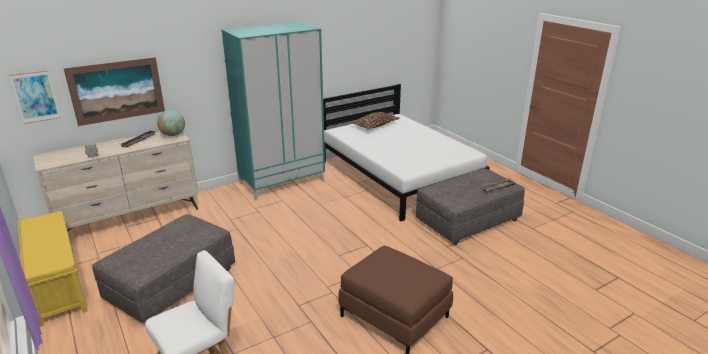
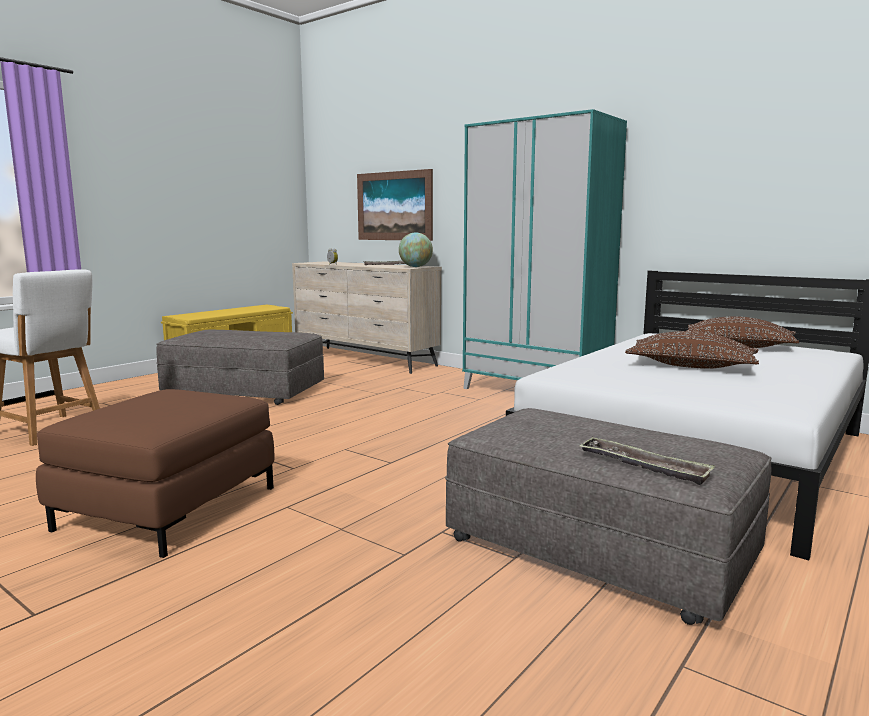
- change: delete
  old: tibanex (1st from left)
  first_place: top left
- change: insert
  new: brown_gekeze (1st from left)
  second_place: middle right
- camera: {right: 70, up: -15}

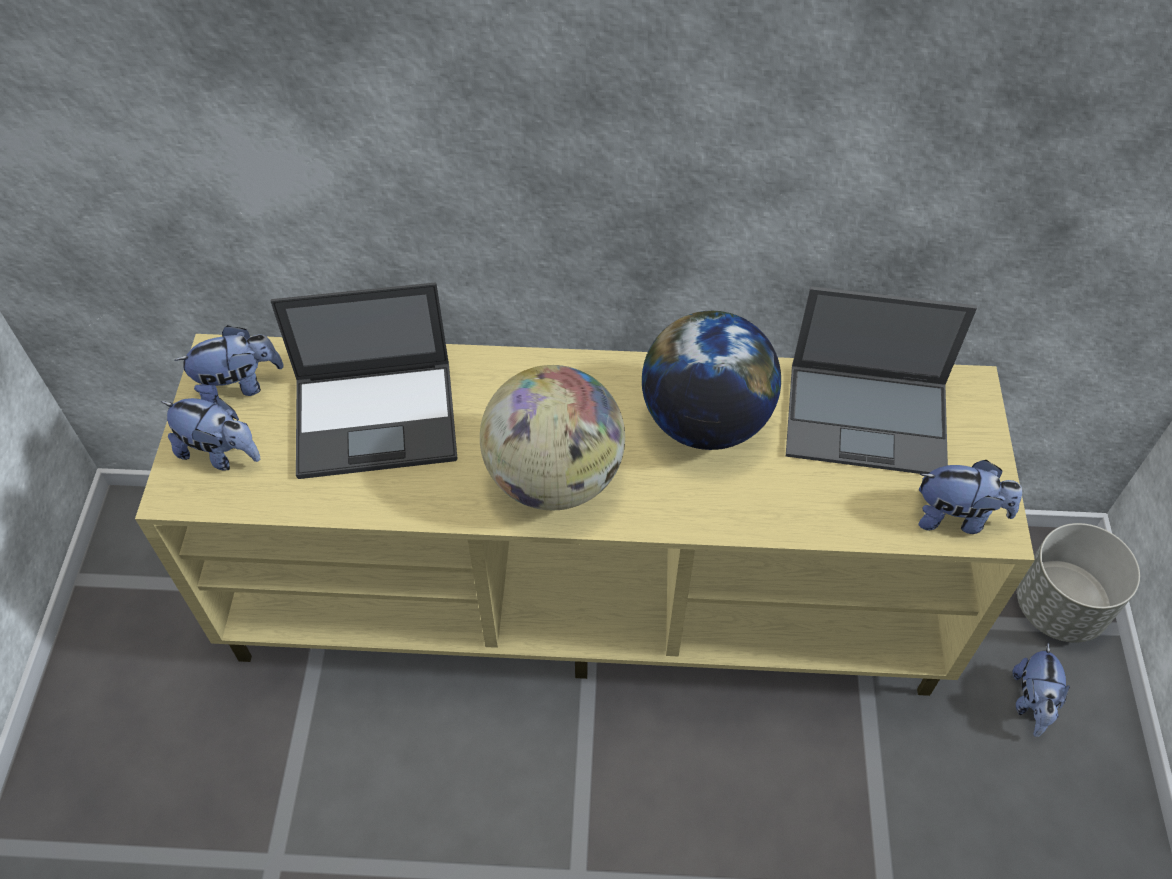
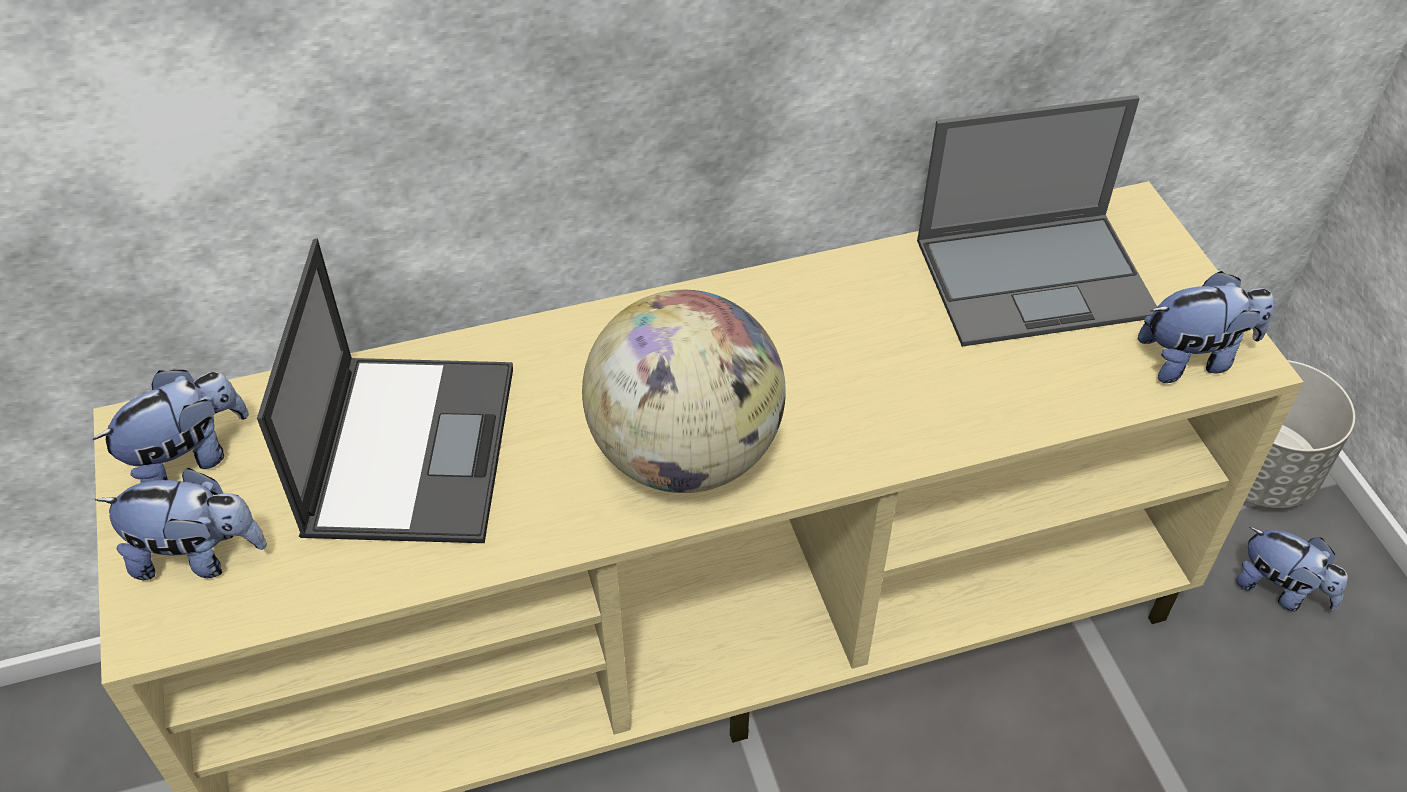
- change: rotate
  old: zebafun (1st from left)
  first_place: middle left
  second_place: middle left
  degrees: -60
- change: delete
  old: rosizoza (2nd from left)
  first_place: centre
- change: rotate
  old: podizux (4th from left)
  first_place: bottom right
  second_place: bottom right
  degrees: -45
- camera: {right: -20, up: -5}

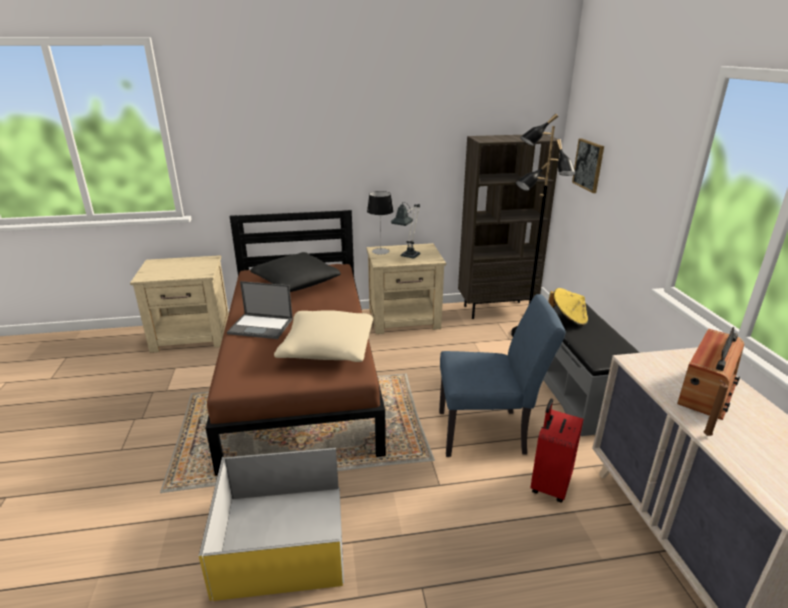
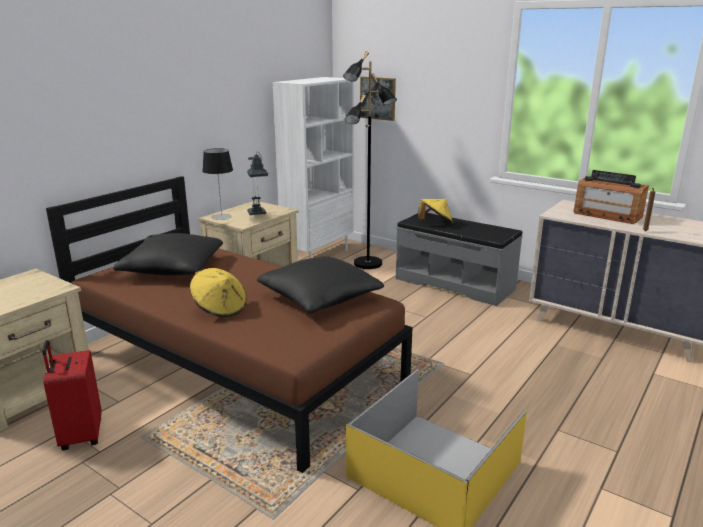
- change: replace
  old: zebafun
  new: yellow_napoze (1st from left)
  first_place: middle left
  second_place: middle left
- change: recolor
  old: beige_gekeze
  new: black_gekeze (2nd from left)
  first_place: centre
  second_place: centre
- change: delete
  old: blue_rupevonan
  first_place: centre
- change: recolor
  old: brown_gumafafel
  new: white_gumafafel
  first_place: centre
  second_place: top centre
- change: move
  old: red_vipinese
  first_place: bottom right
  second_place: bottom left
- change: rotate
  old: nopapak
  first_place: middle right
  second_place: middle right
  degrees: 135
- camera: {right: -45, up: -5}

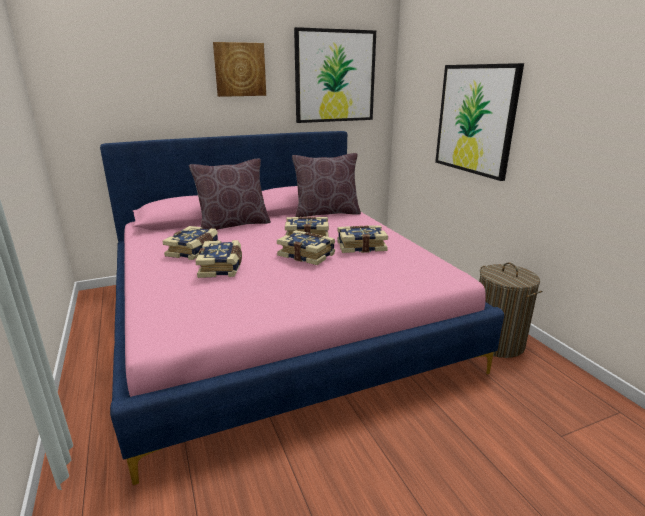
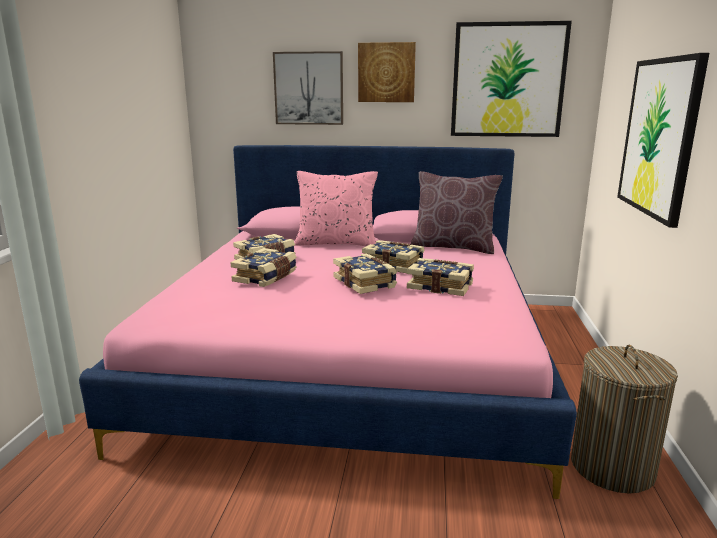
- change: recolor
  old: brown_gekeze (1st from left)
  new: pink_gekeze
  first_place: centre
  second_place: centre
- change: insert
  new: tibanex (1st from left)
  second_place: top centre
- camera: {right: 30, up: -5}

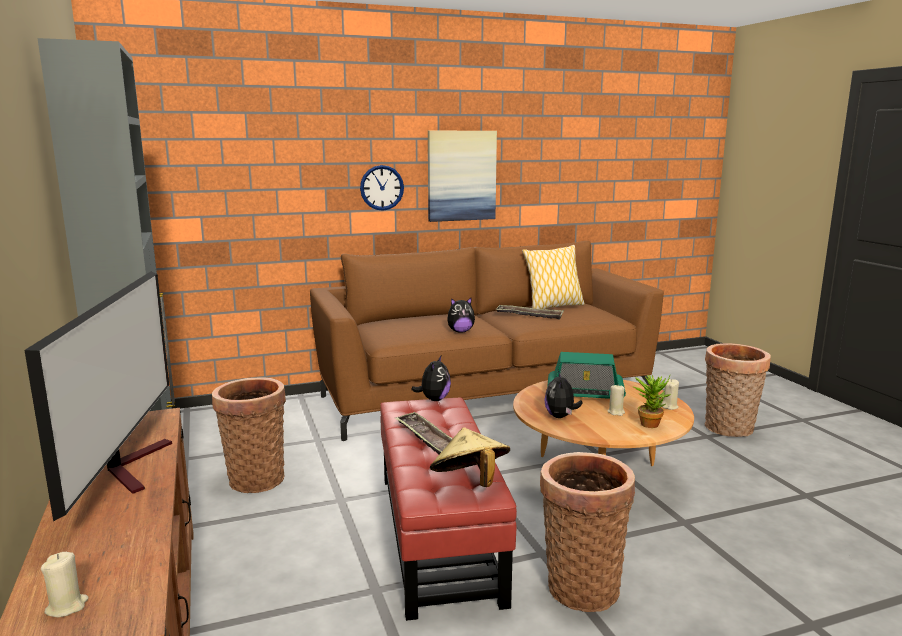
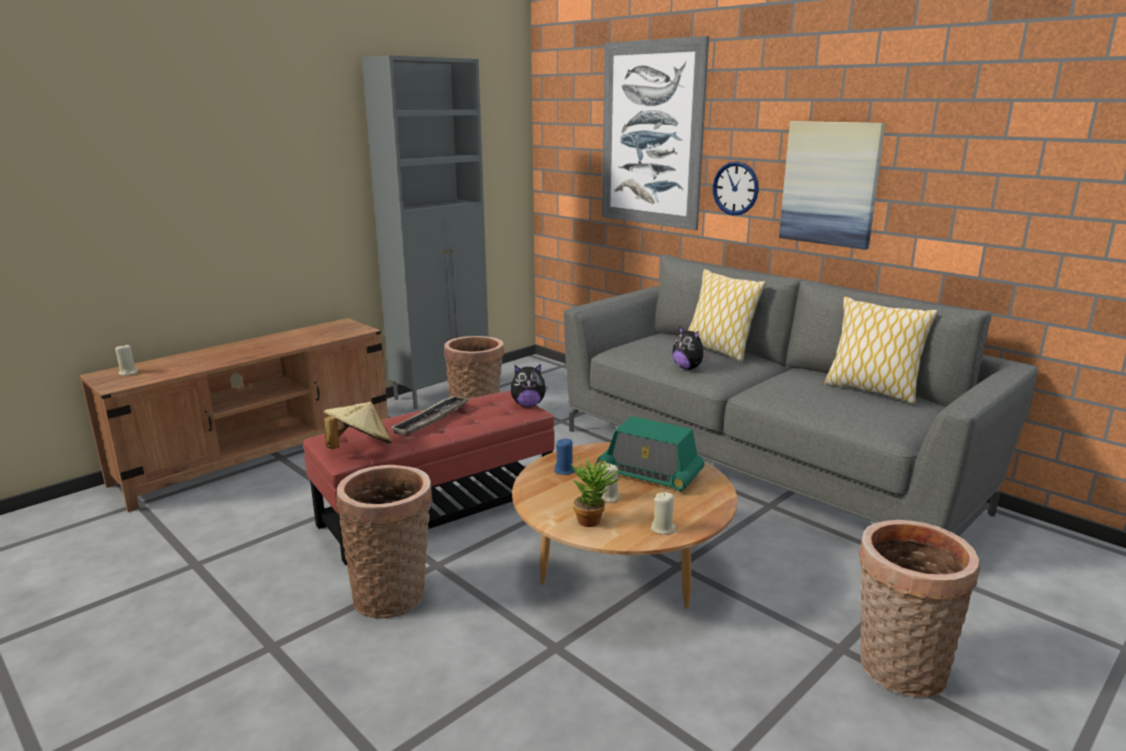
- change: delete
  old: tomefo
  first_place: middle left
- change: recolor
  old: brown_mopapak
  new: grey_mopapak
  first_place: centre
  second_place: middle right
- change: delete
  old: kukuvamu (2nd from left)
  first_place: centre
- change: replace
  old: podizux (3rd from left)
  new: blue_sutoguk
  first_place: centre
  second_place: centre
- change: rotate
  old: nopapak
  first_place: centre
  second_place: centre
  degrees: -45
- change: insert
  new: tibanex (1st from left)
  second_place: top centre
- change: insert
  new: gekeze (1st from left)
  second_place: centre
- camera: {right: 65, up: 5}

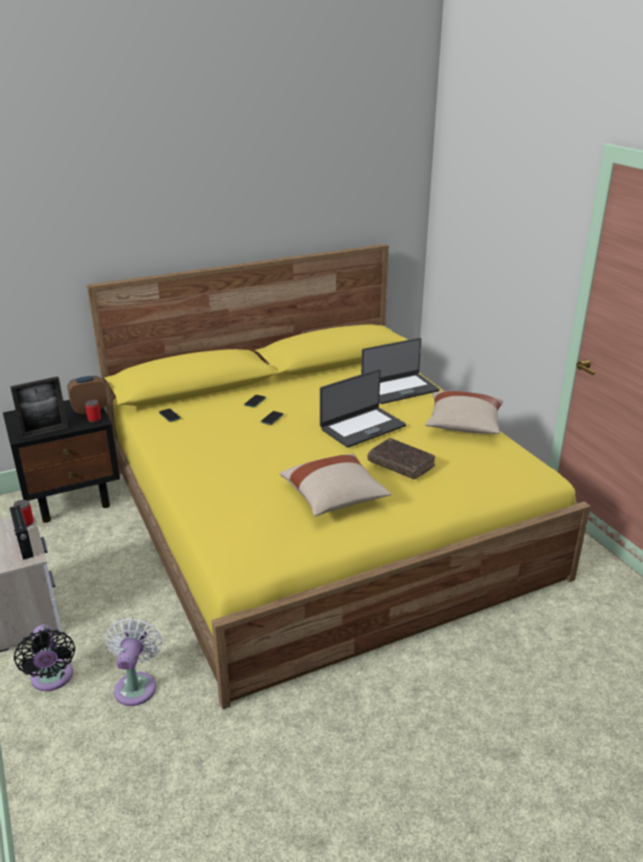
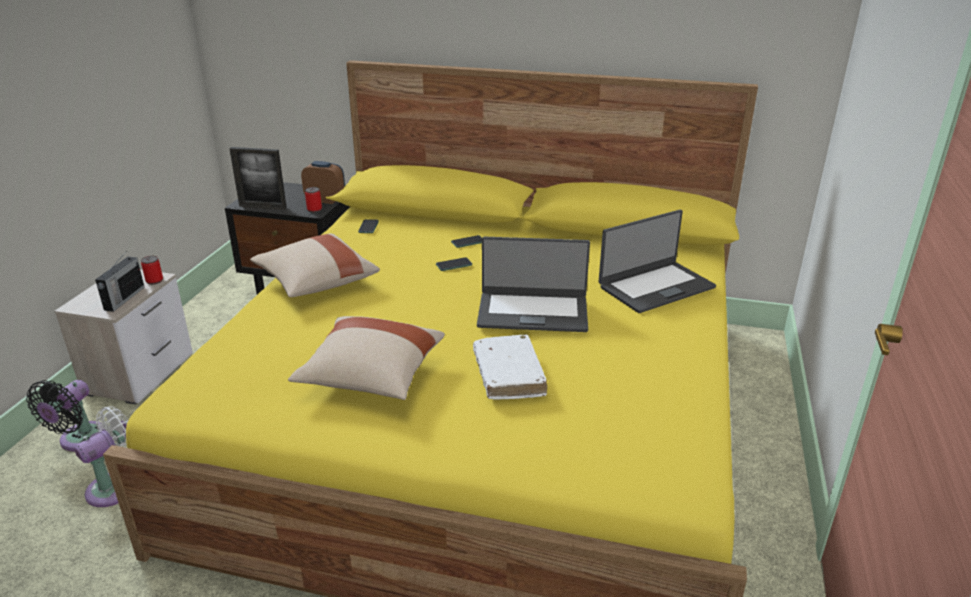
- change: rotate
  old: zebafun (2nd from left)
  first_place: centre
  second_place: middle right
  degrees: -45
- change: recolor
  old: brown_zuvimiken
  new: white_zuvimiken
  first_place: centre
  second_place: centre
- change: move
  old: beige_gekeze (2nd from left in the first image)
  new: beige_gekeze (1st from left)
  first_place: middle right
  second_place: middle left
- camera: {right: 40, up: 0}

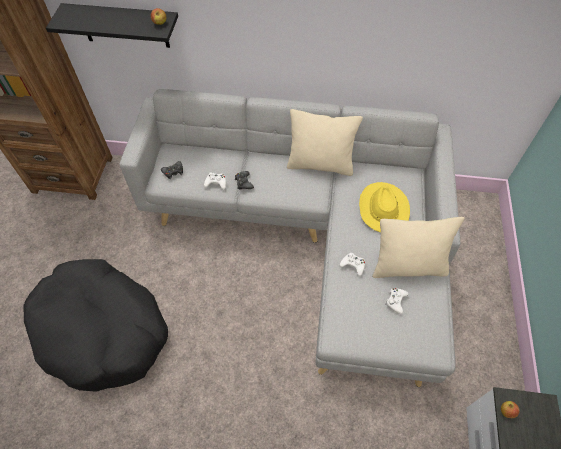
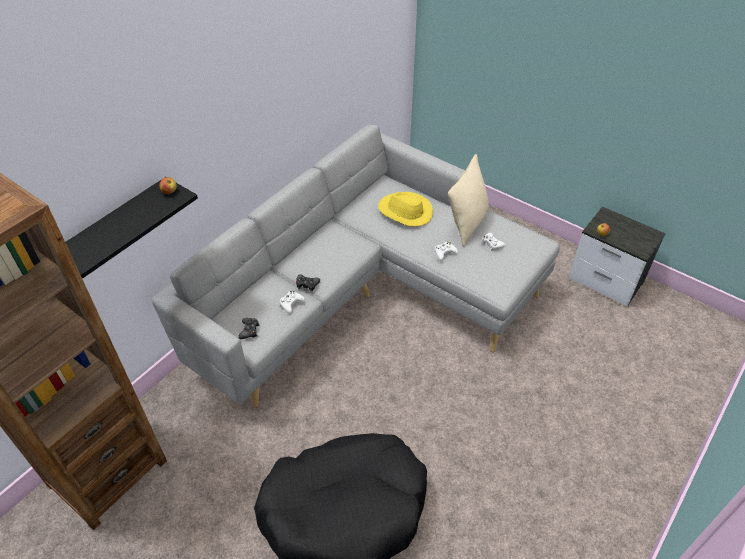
- change: delete
  old: beige_gekeze (1st from left)
  first_place: top centre
- camera: {right: -60, up: -10}

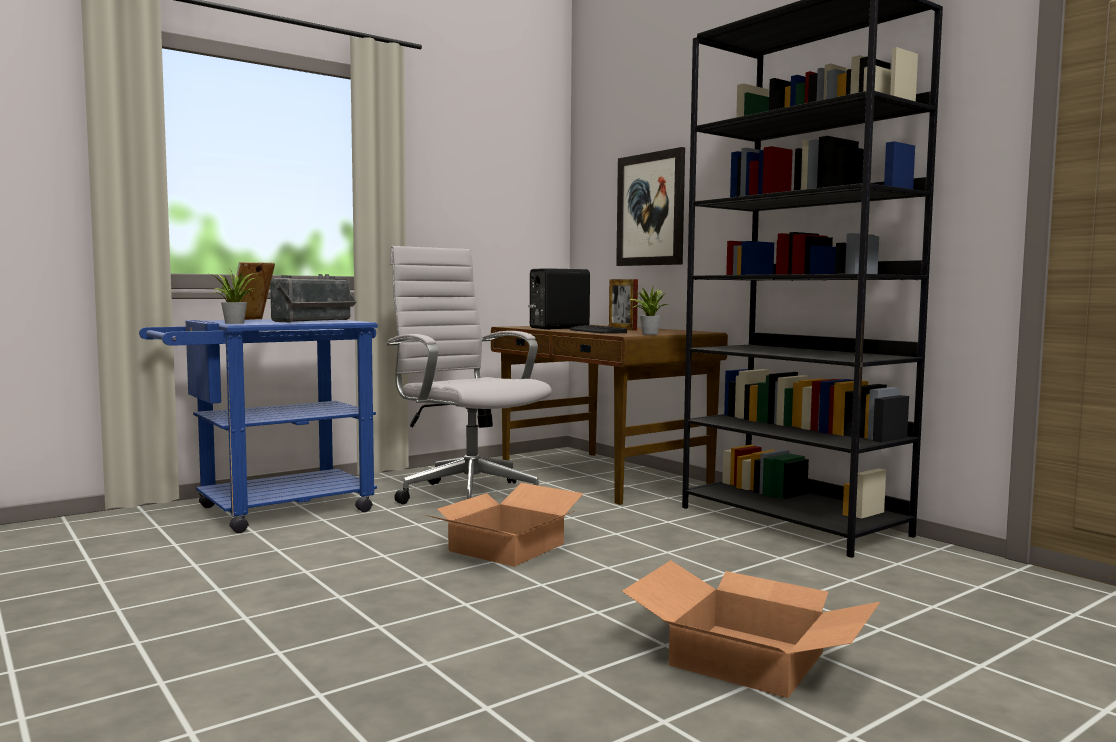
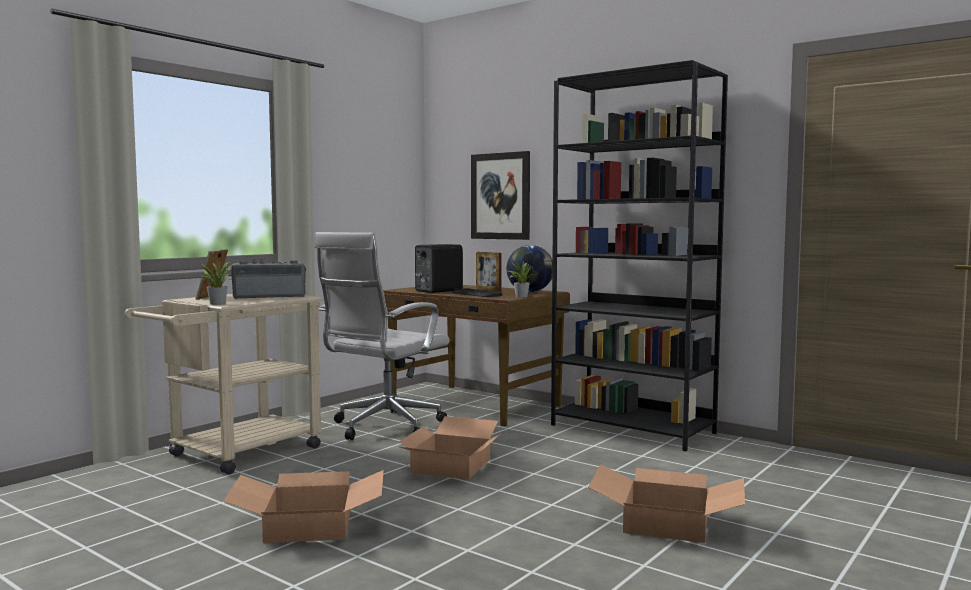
- change: recolor
  old: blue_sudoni
  new: beige_sudoni
  first_place: middle left
  second_place: middle left
- change: rotate
  old: nopapak
  first_place: middle left
  second_place: middle left
  degrees: -120
- change: rotate
  old: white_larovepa
  first_place: centre
  second_place: centre
  degrees: -90
- change: insert
  new: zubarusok (1st from left)
  second_place: bottom left
- change: insert
  new: rosizoza
  second_place: centre
- camera: {right: -15, up: 0}

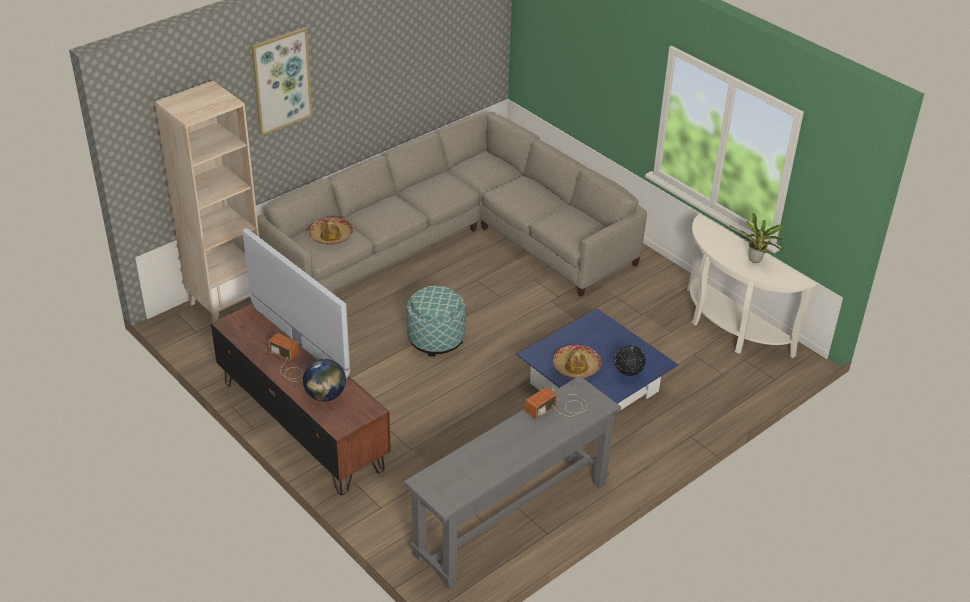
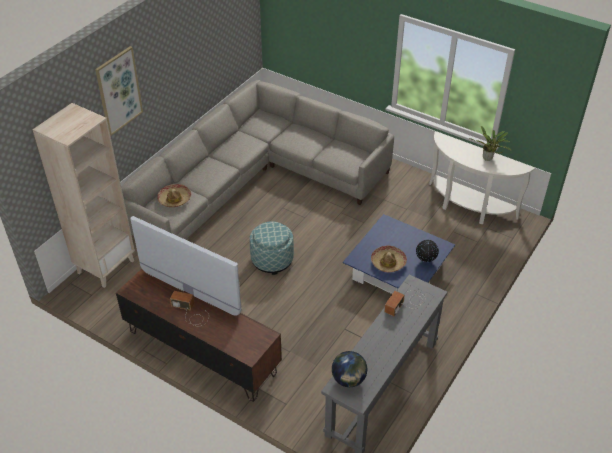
- change: move
  old: rosizoza (1st from left)
  first_place: centre
  second_place: bottom centre
- camera: {right: -15, up: 5}

